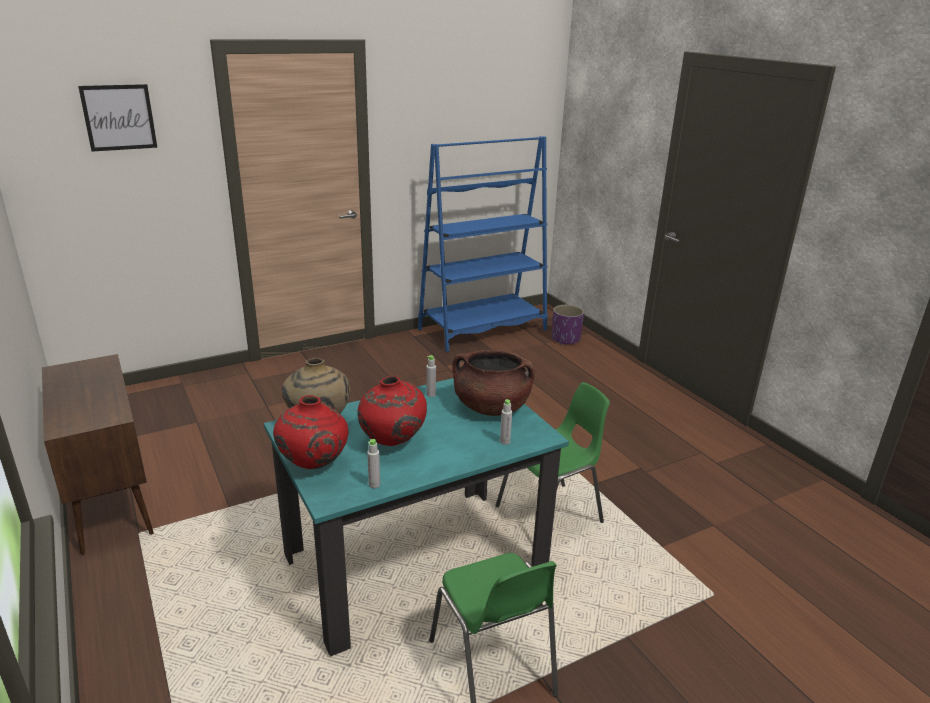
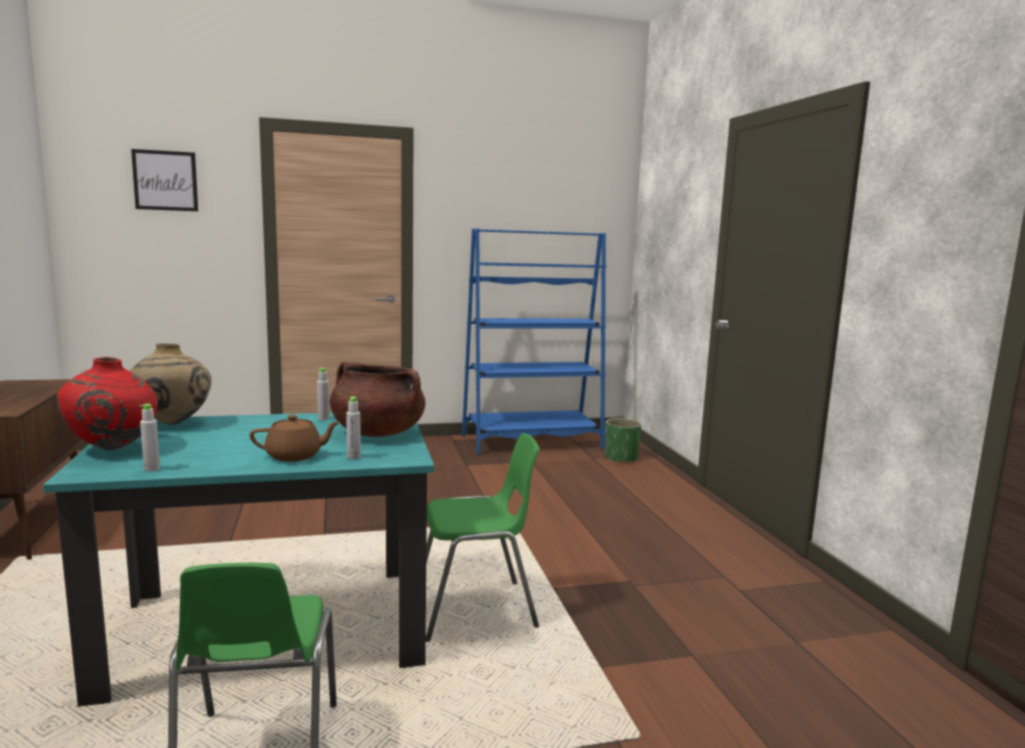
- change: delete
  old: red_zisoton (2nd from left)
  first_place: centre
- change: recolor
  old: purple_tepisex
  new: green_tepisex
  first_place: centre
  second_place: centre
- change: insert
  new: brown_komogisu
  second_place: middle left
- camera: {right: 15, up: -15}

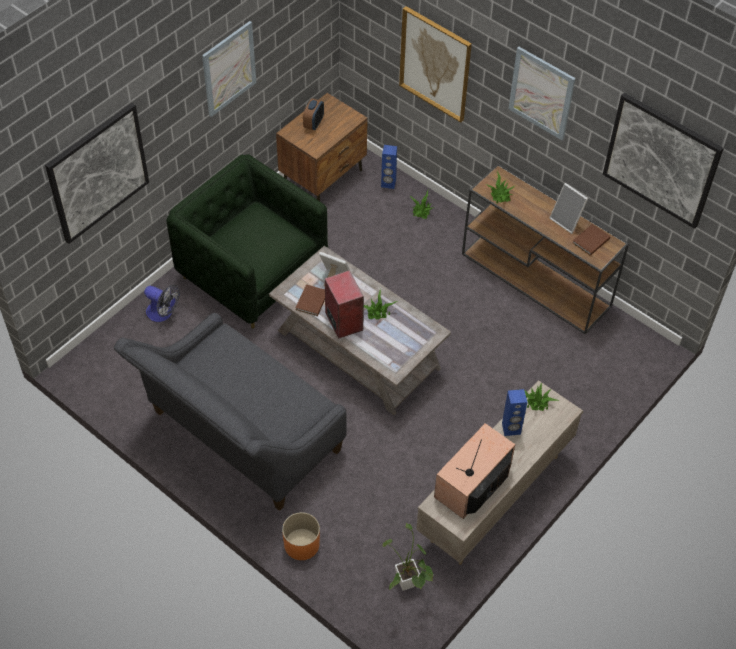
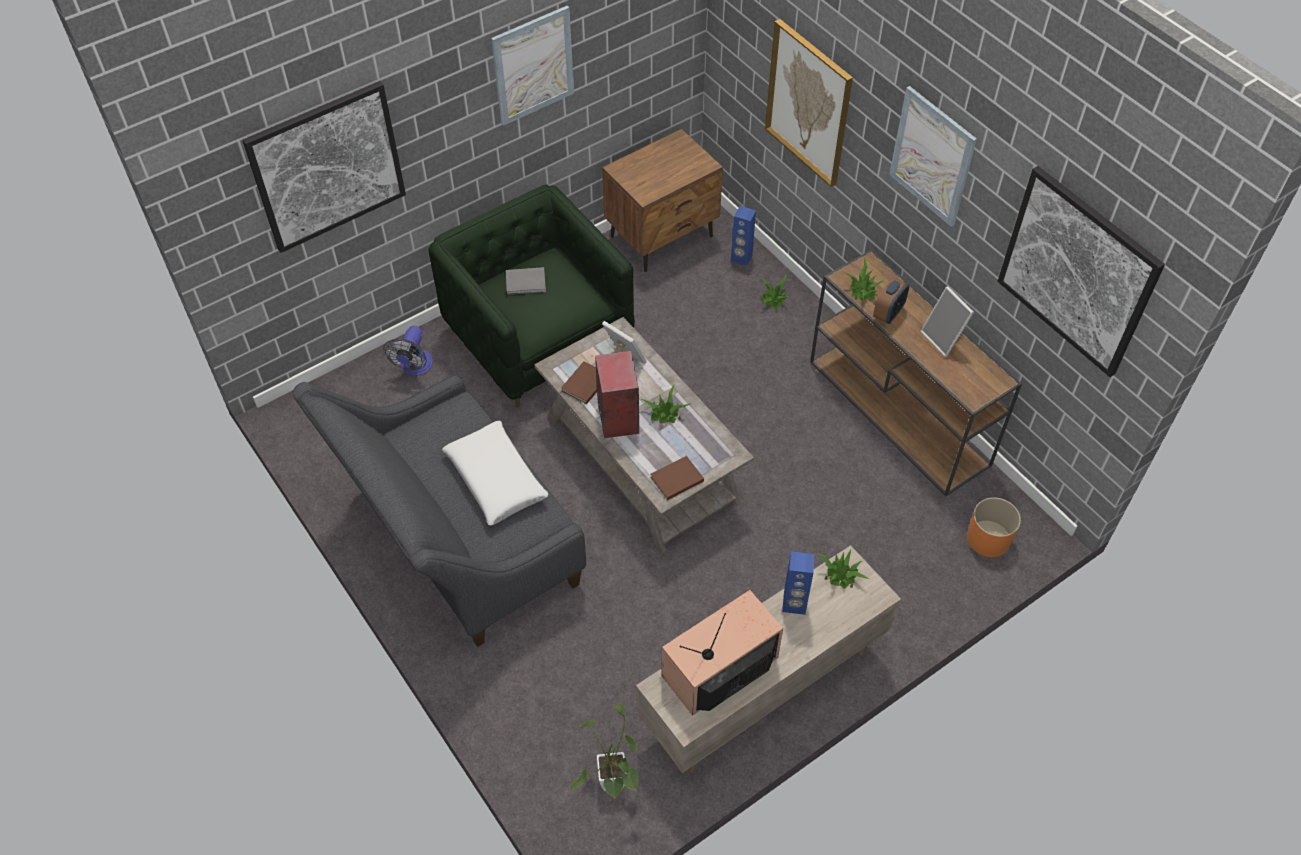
- change: rotate
  old: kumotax
  first_place: middle left
  second_place: middle left
  degrees: 60
- change: move
  old: orange_tepisex
  first_place: bottom centre
  second_place: middle right
- change: move
  old: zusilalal
  first_place: top centre
  second_place: middle right
- change: move
  old: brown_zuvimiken (2nd from left)
  first_place: middle right
  second_place: centre
- change: insert
  new: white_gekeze
  second_place: centre
- change: insert
  new: grey_zuvimiken
  second_place: top centre
- camera: {right: 15, up: 0}

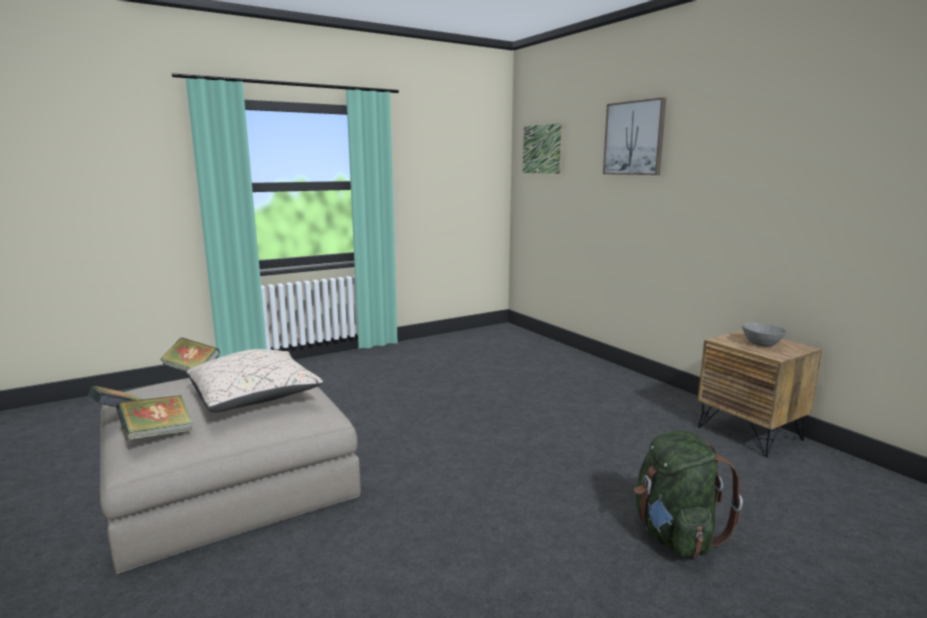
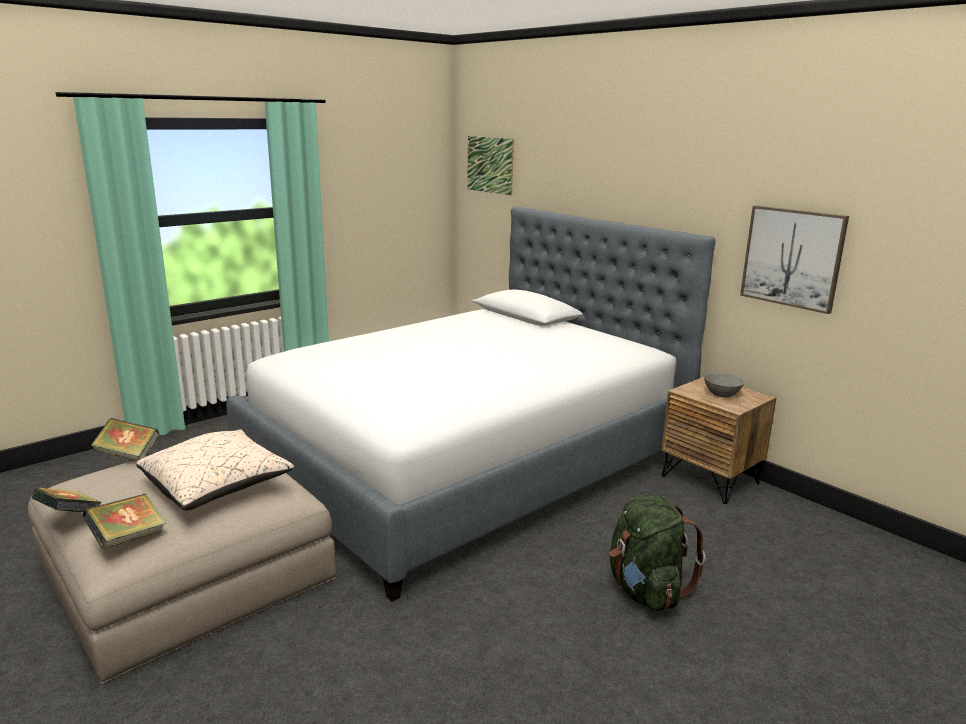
- change: move
  old: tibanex (2nd from left)
  first_place: top right
  second_place: middle right
- change: insert
  new: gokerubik
  second_place: centre
- camera: {right: -10, up: 5}

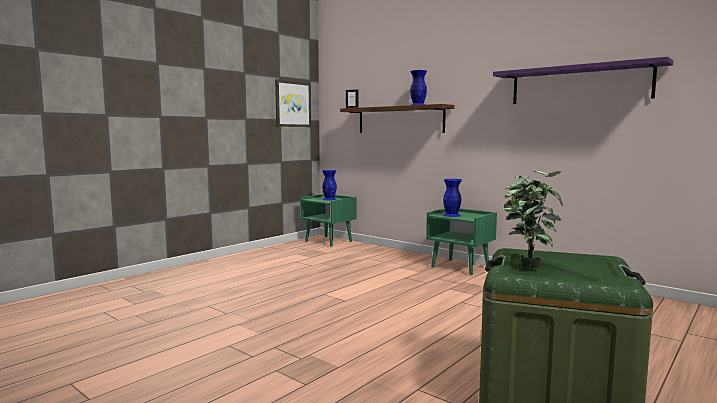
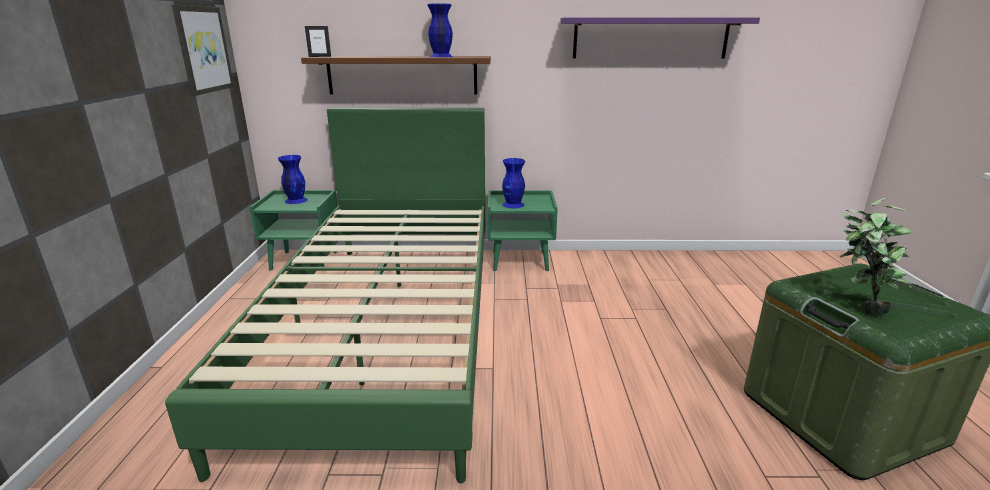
- change: insert
  new: green_gokerubik
  second_place: middle left
- camera: {right: -40, up: 15}

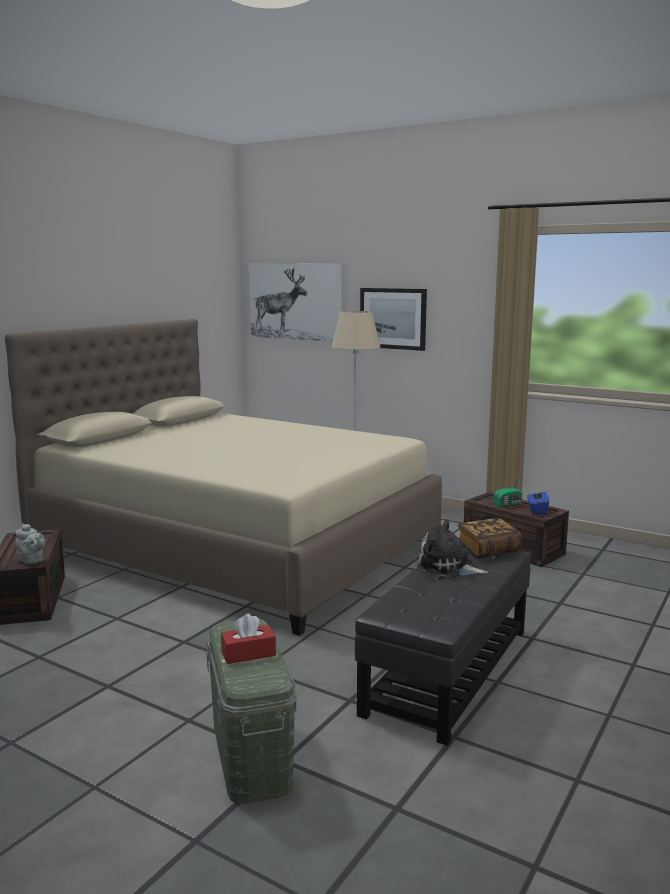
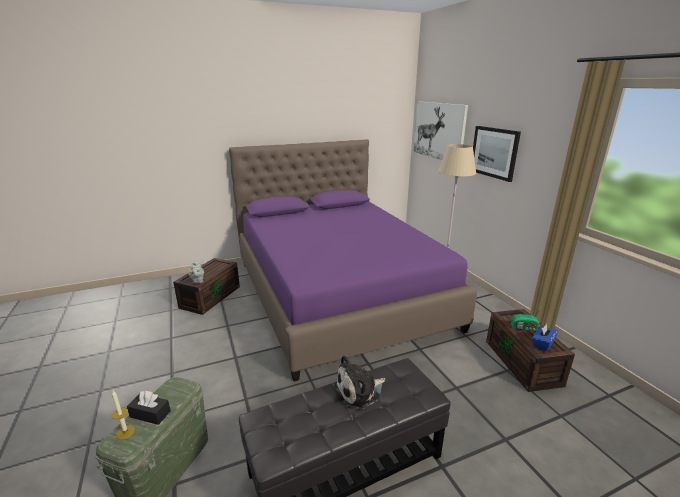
- change: recolor
  old: beige_gokerubik
  new: purple_gokerubik
  first_place: middle left
  second_place: centre
- change: recolor
  old: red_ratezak
  new: black_ratezak
  first_place: bottom centre
  second_place: bottom left
- change: rotate
  old: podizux
  first_place: middle right
  second_place: bottom centre
  degrees: -90
- change: delete
  old: zuvimiken
  first_place: middle right
- change: insert
  new: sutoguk
  second_place: bottom left
- camera: {right: 35, up: 10}

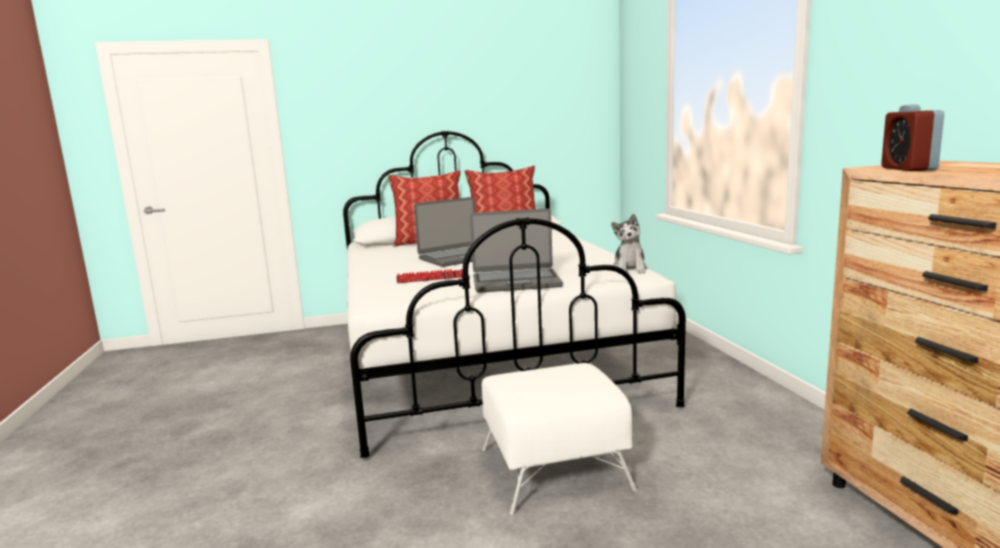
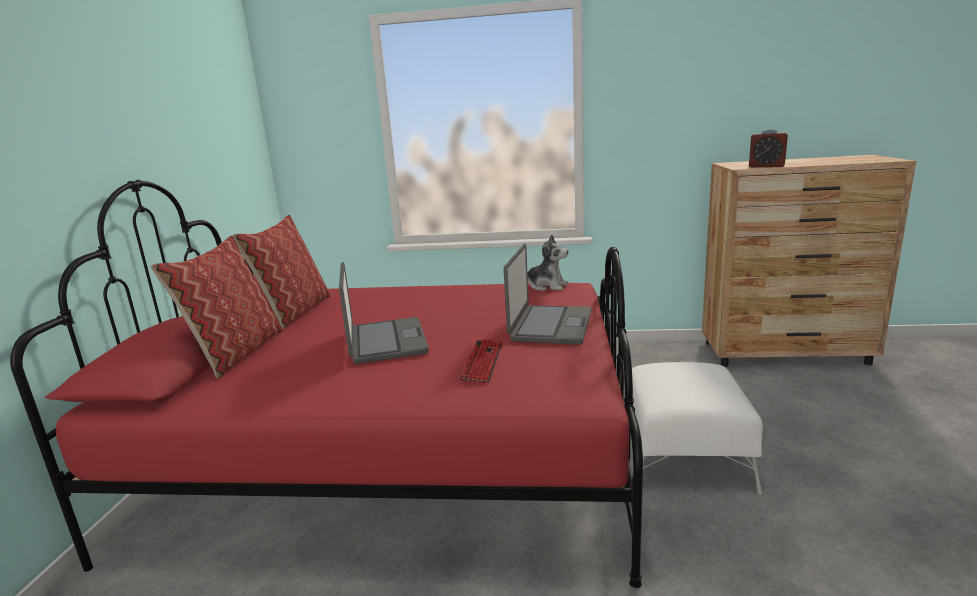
- change: recolor
  old: white_gokerubik
  new: red_gokerubik
  first_place: centre
  second_place: centre
- camera: {right: -70, up: 5}

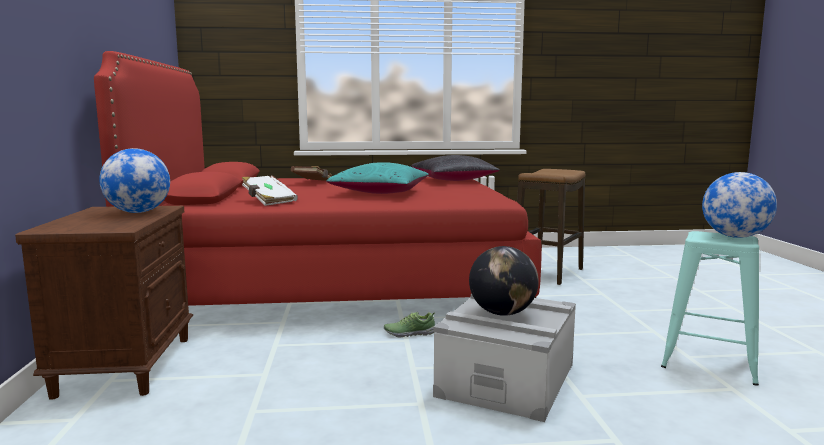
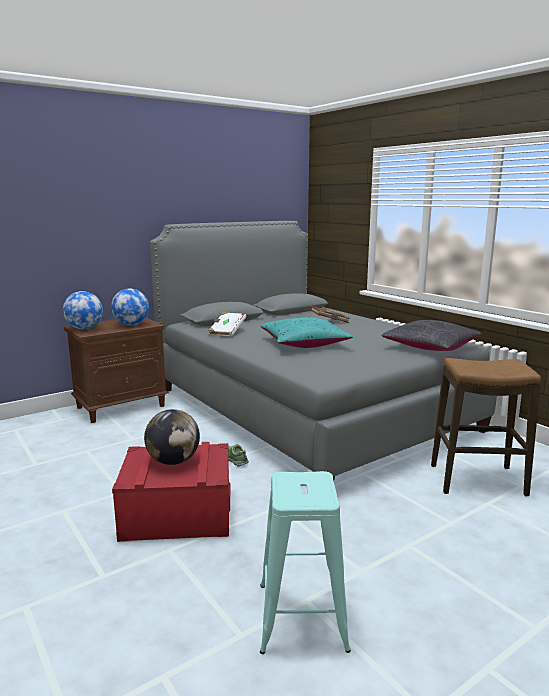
- change: recolor
  old: red_gokerubik
  new: grey_gokerubik
  first_place: centre
  second_place: centre
- change: recolor
  old: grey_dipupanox
  new: red_dipupanox
  first_place: bottom centre
  second_place: bottom left
- change: move
  old: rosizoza (3rd from left in the first image)
  new: rosizoza (1st from left)
  first_place: middle right
  second_place: middle left
- camera: {right: 60, up: 5}

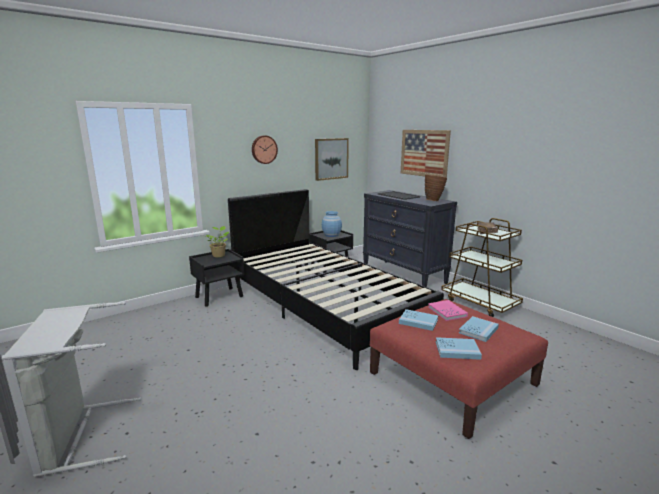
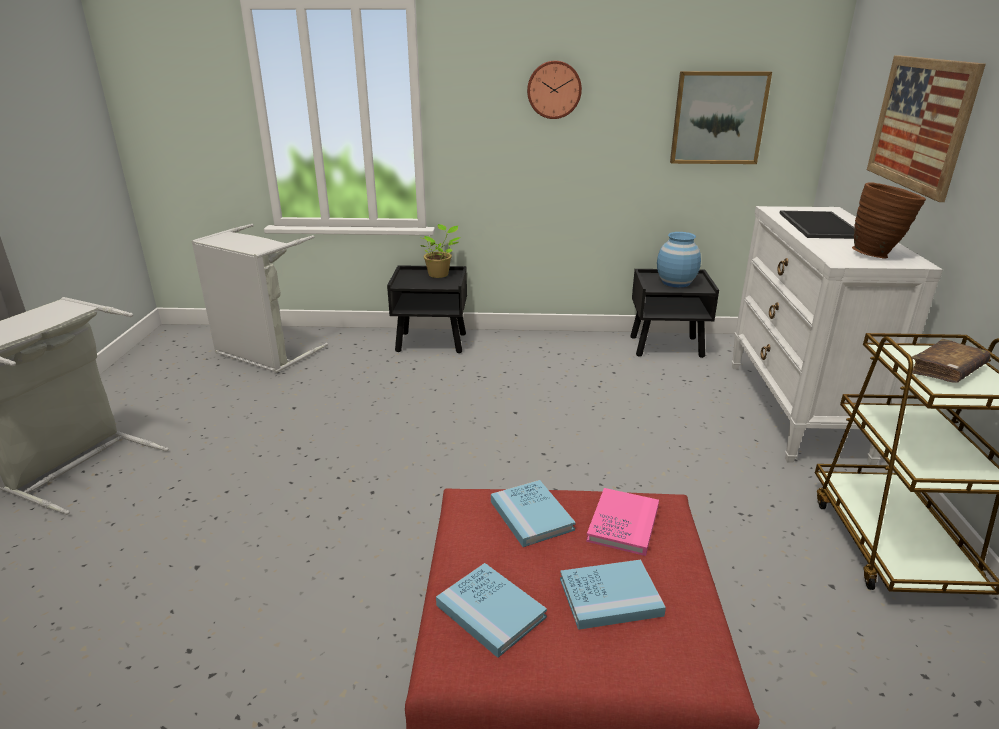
- change: delete
  old: black_gokerubik
  first_place: centre
- change: recolor
  old: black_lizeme
  new: white_lizeme
  first_place: centre
  second_place: middle right
- change: insert
  new: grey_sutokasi (2nd from left)
  second_place: middle left
- camera: {right: 40, up: 10}

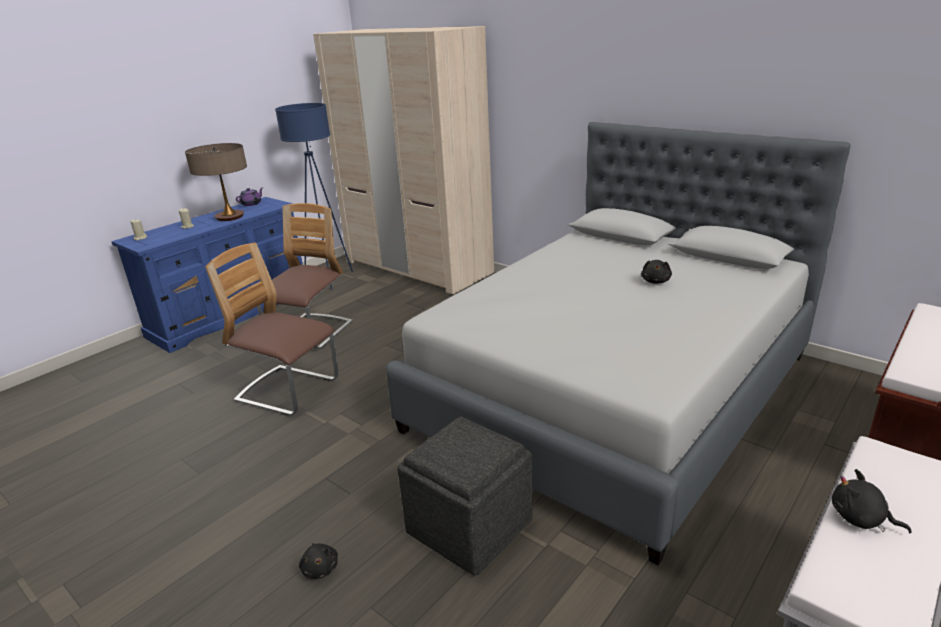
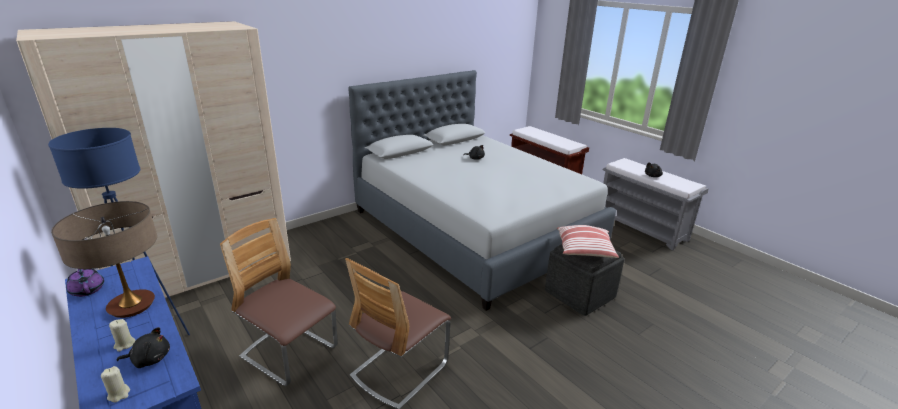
- change: move
  old: black_podizux (1st from left)
  first_place: bottom centre
  second_place: bottom left
- change: insert
  new: gekeze
  second_place: centre
- camera: {right: -80, up: 0}

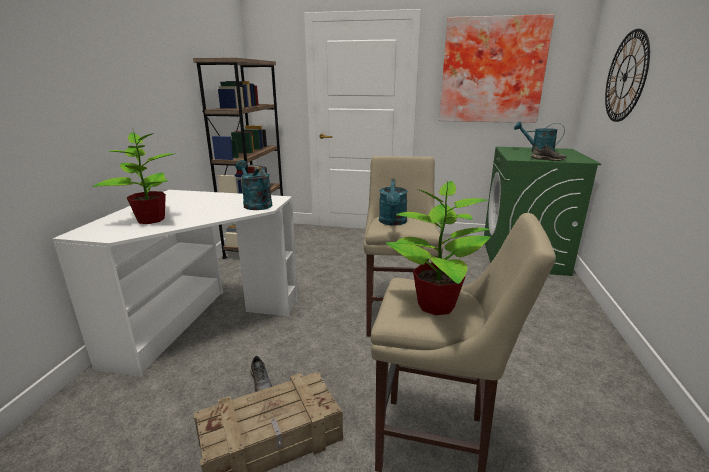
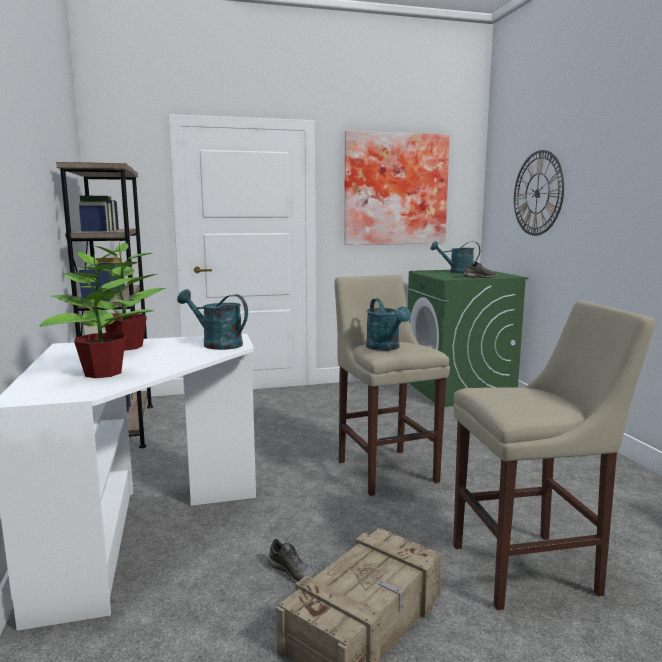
- change: move
  old: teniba (2nd from left)
  first_place: centre
  second_place: middle left
- camera: {right: -25, up: -10}

